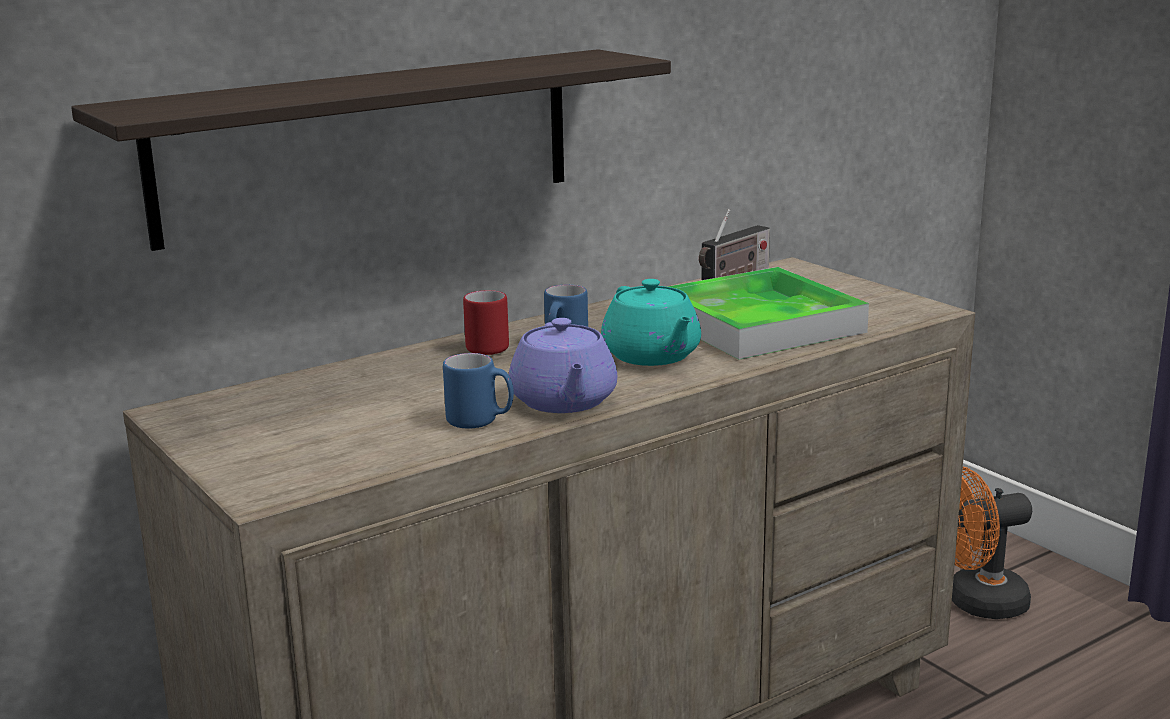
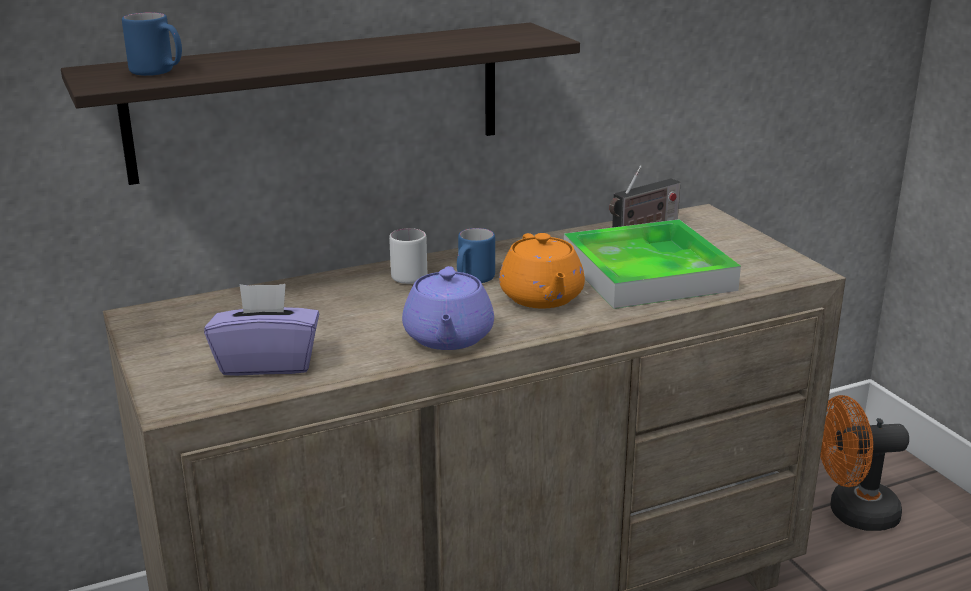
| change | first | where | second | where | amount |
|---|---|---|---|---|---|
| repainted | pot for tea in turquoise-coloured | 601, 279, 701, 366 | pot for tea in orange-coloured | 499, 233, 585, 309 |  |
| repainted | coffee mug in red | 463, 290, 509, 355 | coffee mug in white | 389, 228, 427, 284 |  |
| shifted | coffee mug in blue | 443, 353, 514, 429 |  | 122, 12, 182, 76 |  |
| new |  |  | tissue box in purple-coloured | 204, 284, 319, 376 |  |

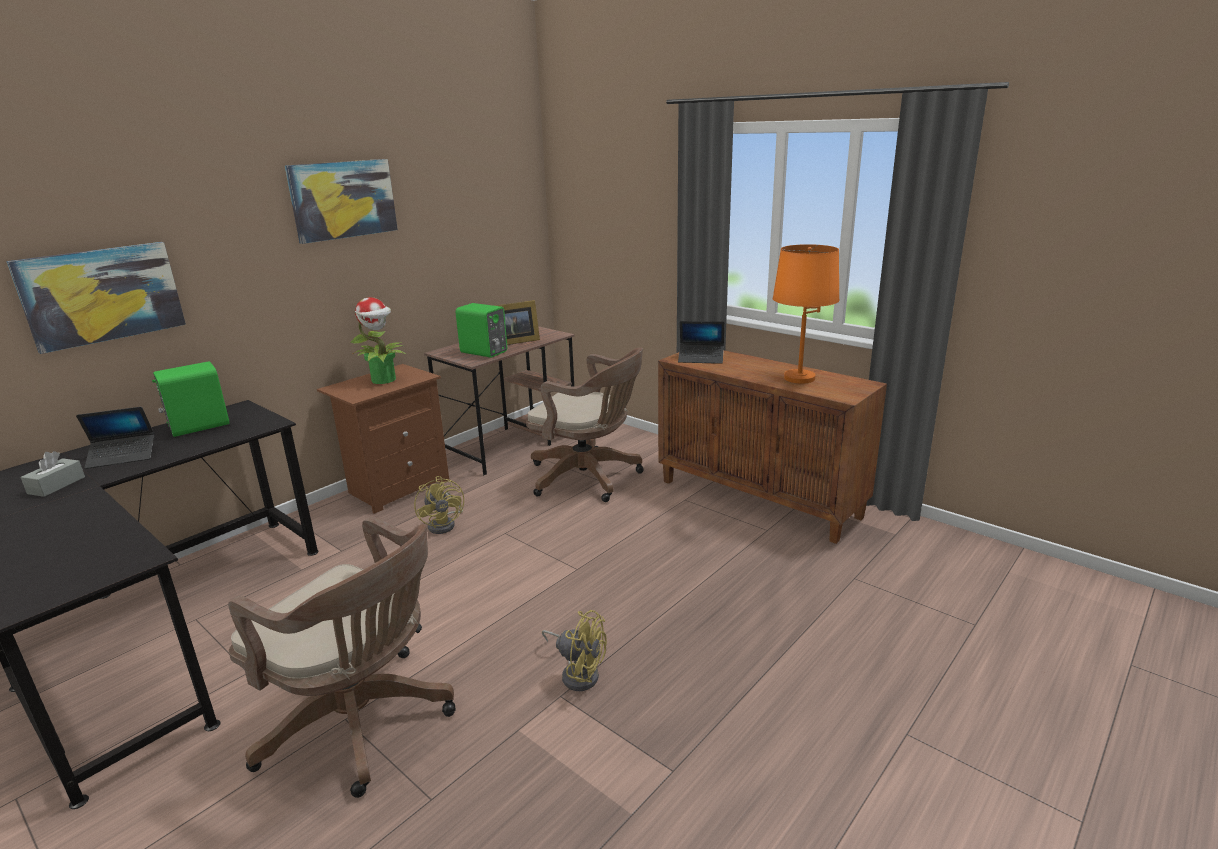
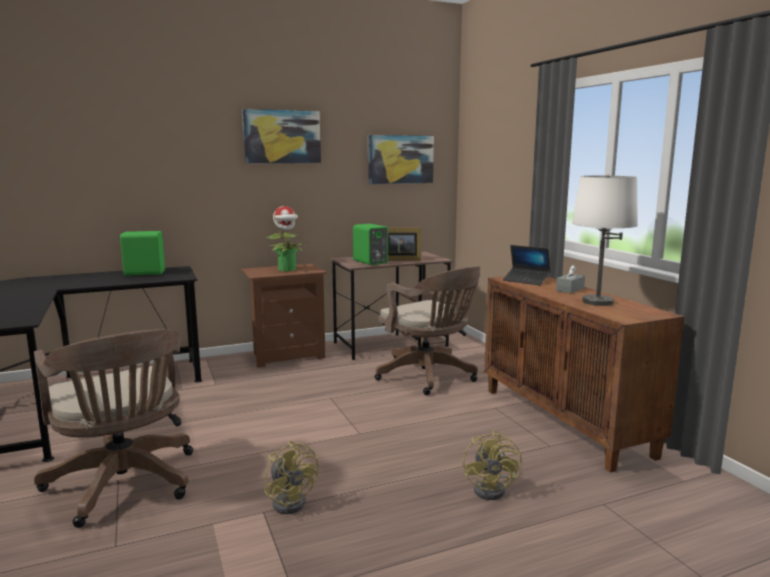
| change | first | where | second | where | amount |
|---|---|---|---|---|---|
| shifted | picture | 7, 242, 186, 354 |  | 368, 135, 434, 184 |  |
| repainted | lamp for a table in orange-coloured | 773, 244, 840, 384 | lamp for a table in white | 572, 175, 638, 306 |  |
| gone | notebook computer | 76, 407, 154, 469 |  |  |  |
| shifted | tissue box in grey | 20, 451, 85, 497 |  | 556, 264, 585, 293 |  |
| shifted | fan in yellowish | 414, 476, 464, 534 |  | 463, 430, 522, 500 |  |

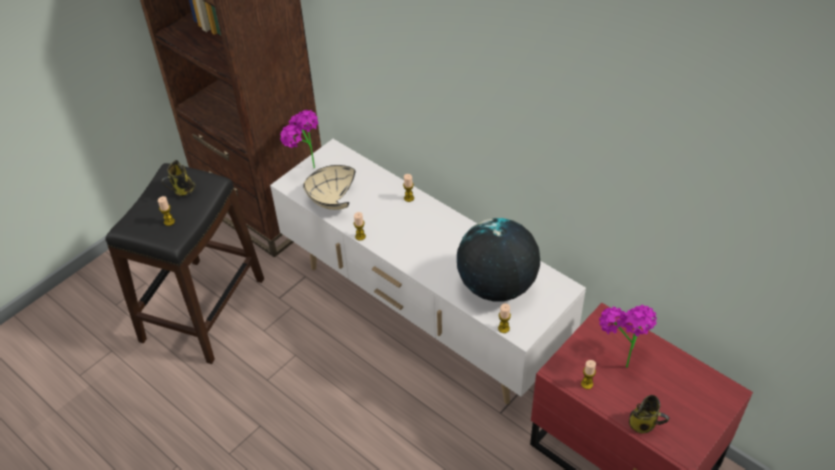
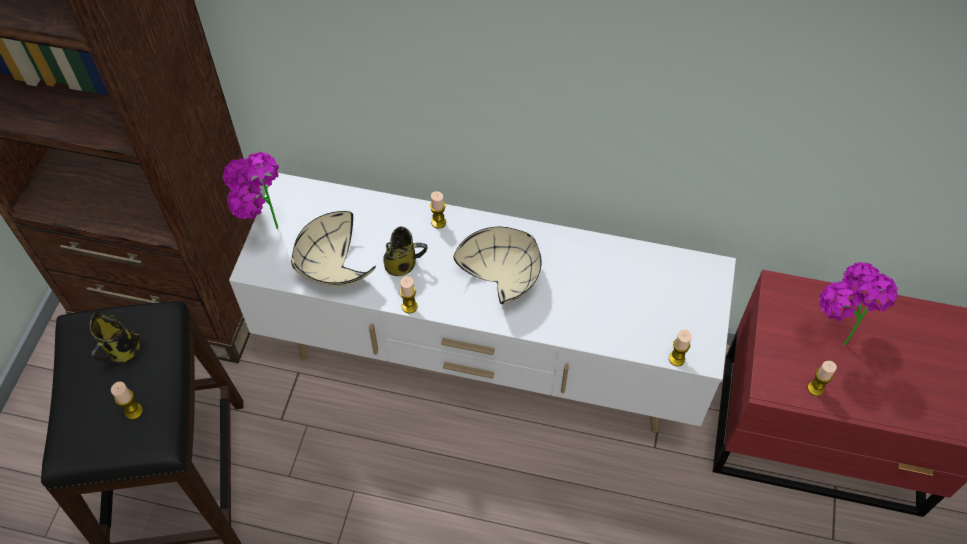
| change | first | where | second | where | amount |
|---|---|---|---|---|---|
| gone | desk globe | 457, 218, 540, 301 |  |  |  |
| shifted | coffee mug | 629, 395, 669, 434 |  | 383, 226, 427, 276 |  |
| new |  |  | bowl in sand-coloured | 454, 227, 542, 304 |  |

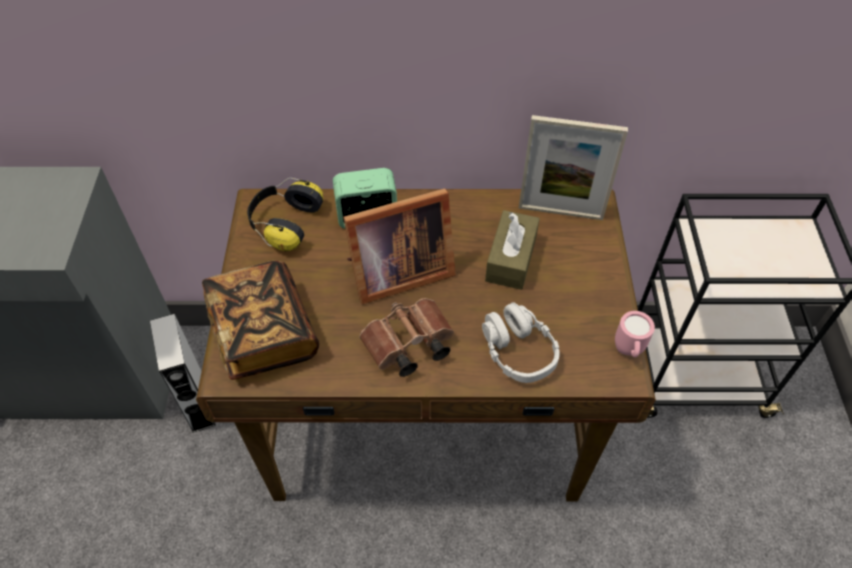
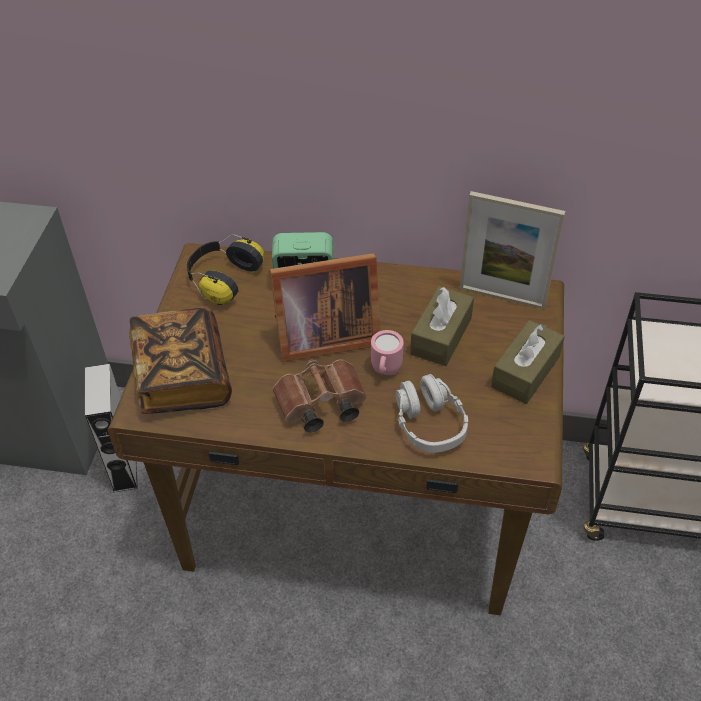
| change | first | where | second | where | amount |
|---|---|---|---|---|---|
| shifted | coffee mug in pink-coloured | 615, 311, 655, 358 |  | 371, 330, 404, 375 |  |
| new |  |  | tissue box in brown-coloured | 491, 320, 565, 404 |  |

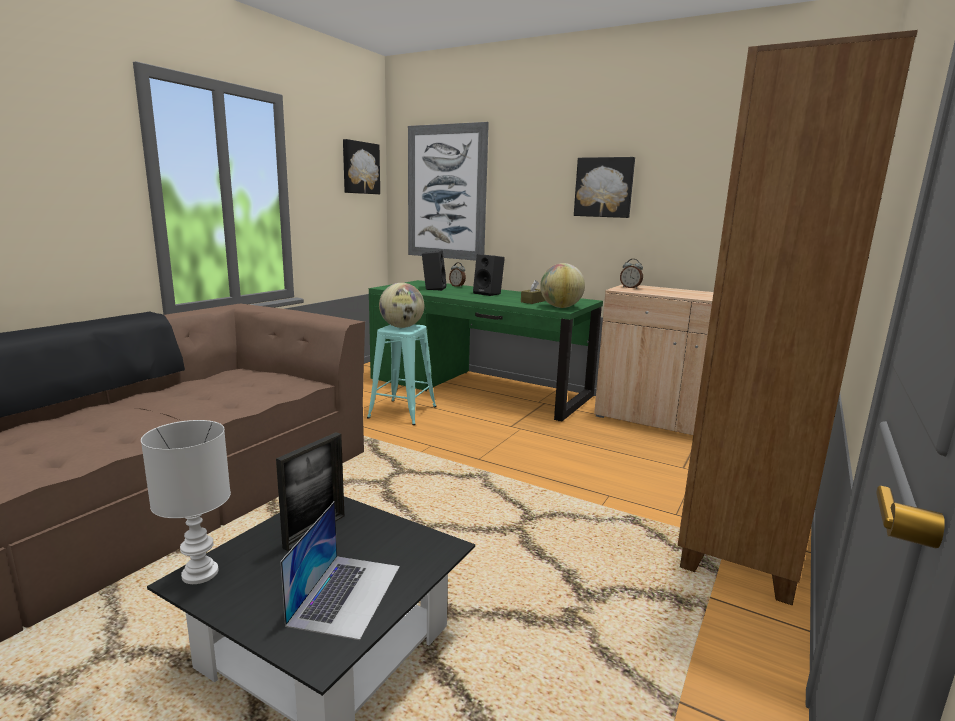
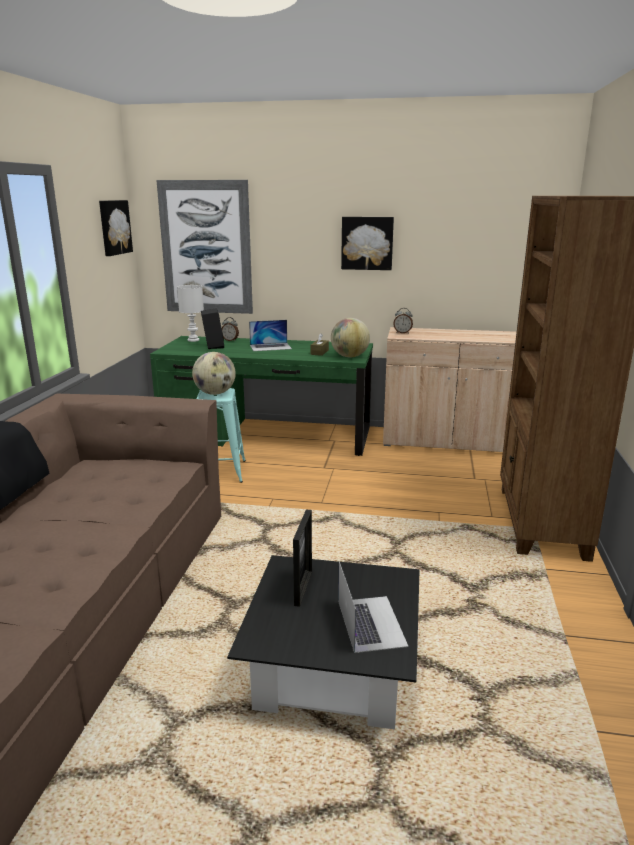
| change | first | where | second | where | amount |
|---|---|---|---|---|---|
| swapped | loudspeaker in black-coloured | 473, 254, 505, 296 | notebook computer | 249, 320, 292, 351 |  |
| shifted | lamp for a table in white | 141, 420, 231, 584 |  | 177, 285, 204, 342 |  |

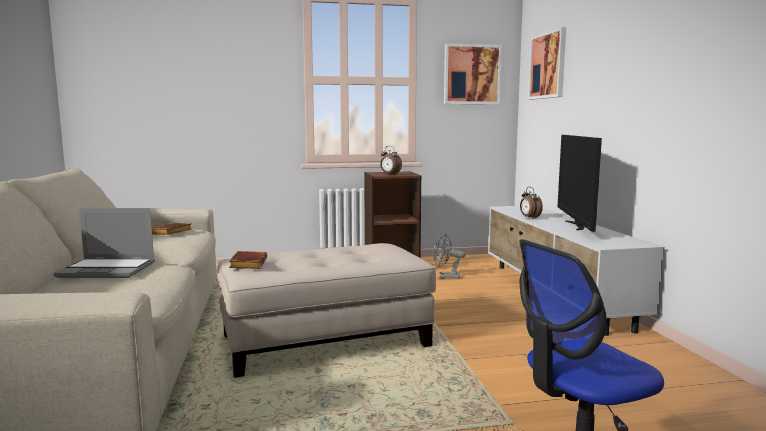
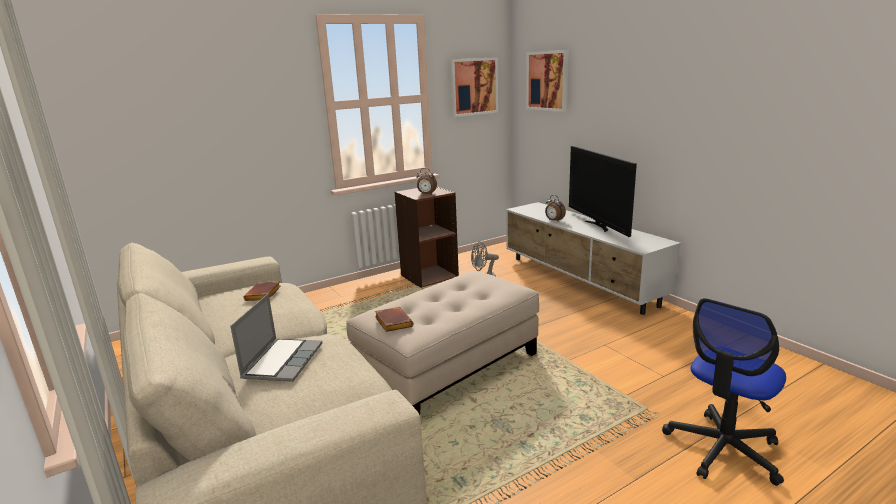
| change | first | where | second | where | amount |
|---|---|---|---|---|---|
| rotated | notebook computer | 53, 208, 155, 278 |  | 230, 294, 322, 382 | 60 degrees counterclockwise |

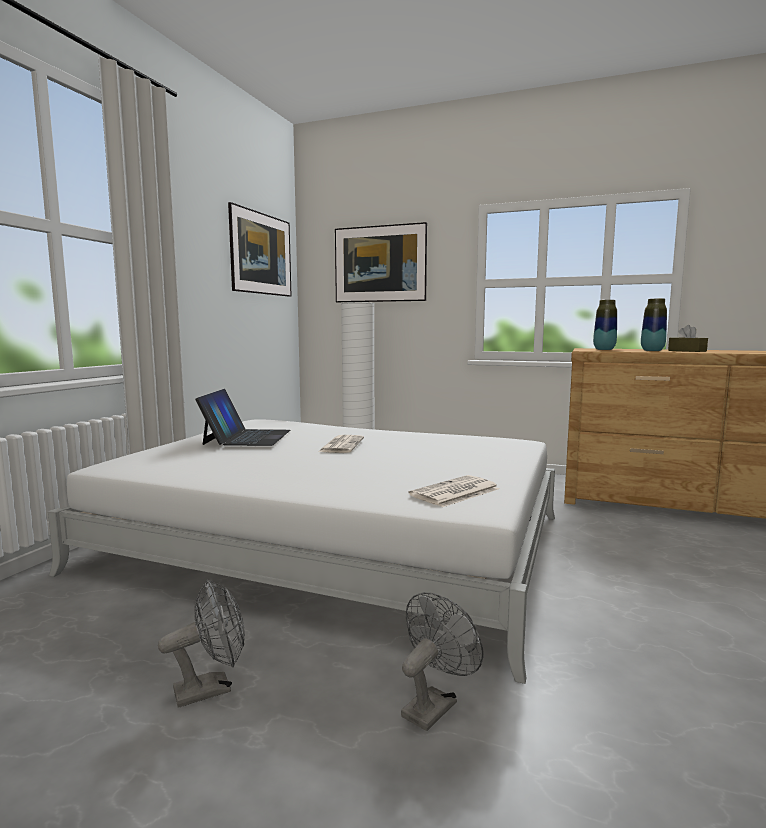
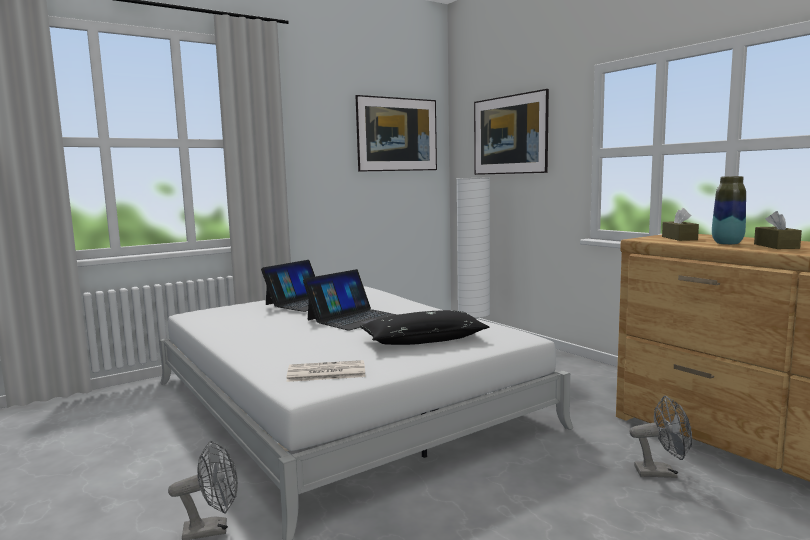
| change | first | where | second | where | amount |
|---|---|---|---|---|---|
| swapped | flower vase | 593, 300, 617, 350 | tissue box in brown-coloured | 662, 208, 699, 241 |  |
| swapped | printed paper | 318, 435, 364, 453 | notebook computer | 303, 269, 397, 331 |  |
| shifted | fan in grey | 158, 579, 245, 708 |  | 630, 396, 692, 478 |  |
| new |  |  | throw pillow in black-coloured | 360, 310, 489, 345 |  |

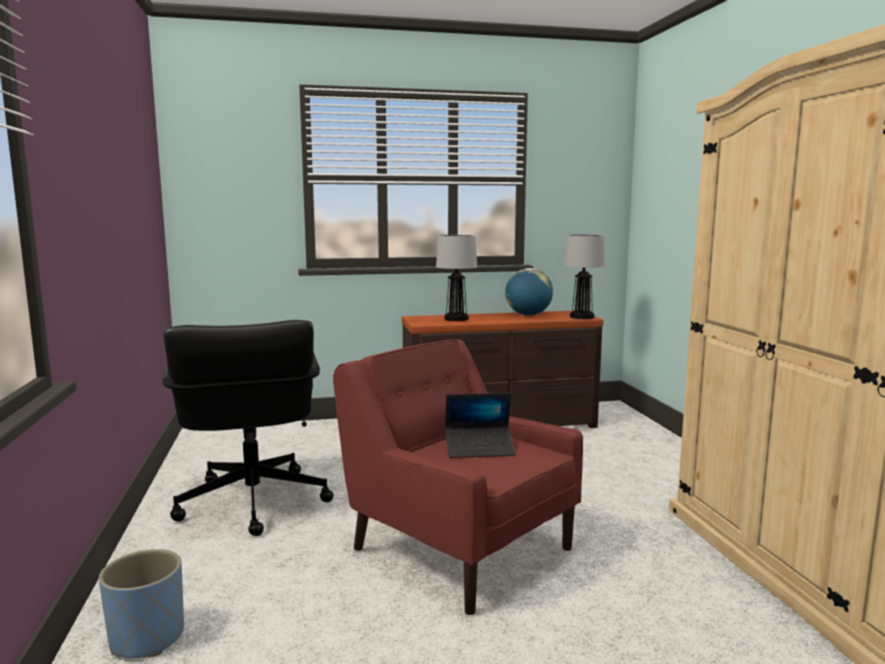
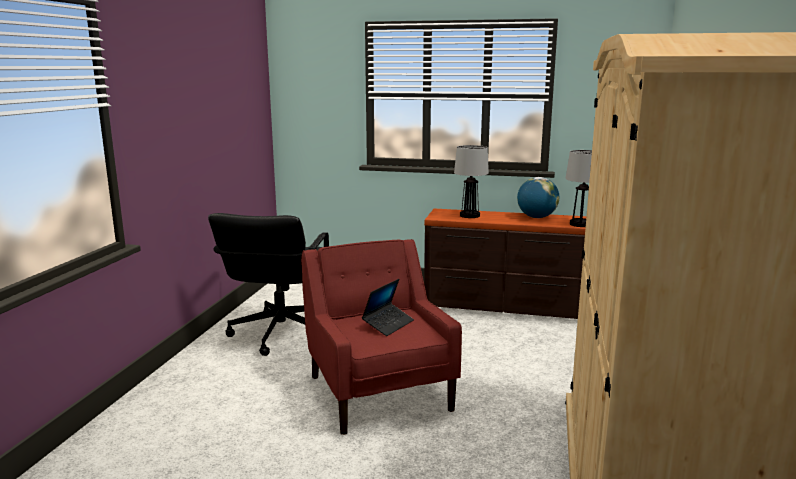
| change | first | where | second | where | amount |
|---|---|---|---|---|---|
| rotated | notebook computer | 445, 393, 515, 458 |  | 362, 279, 414, 336 | 75 degrees counterclockwise |
| gone | planter in blue | 99, 549, 184, 658 |  |  |  |

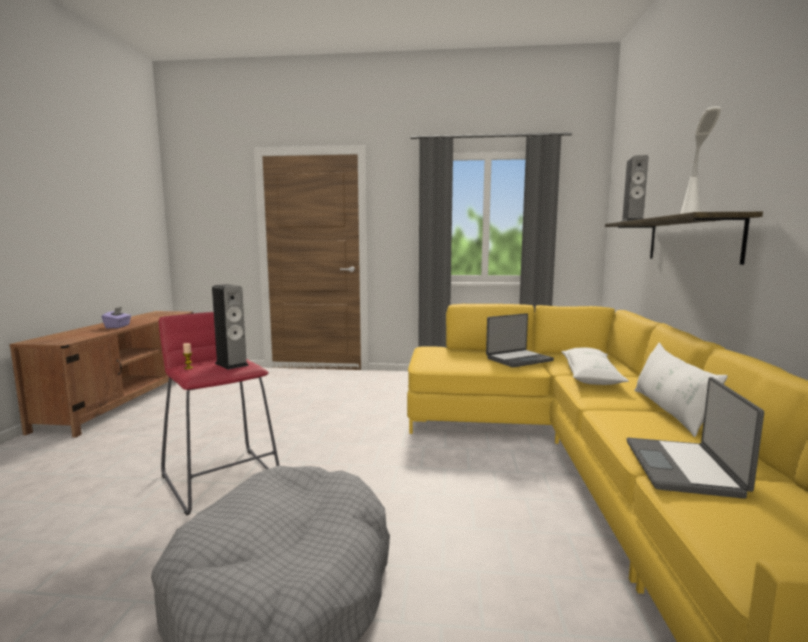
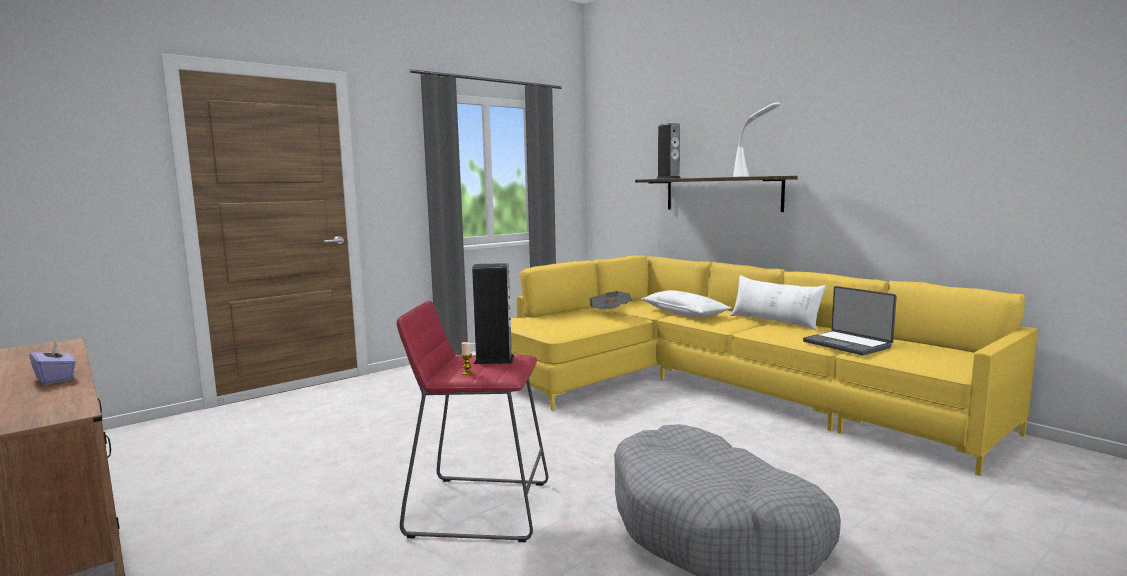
| change | first | where | second | where | amount |
|---|---|---|---|---|---|
| swapped | notebook computer | 486, 313, 554, 368 | printed paper | 589, 291, 632, 309 |  |

